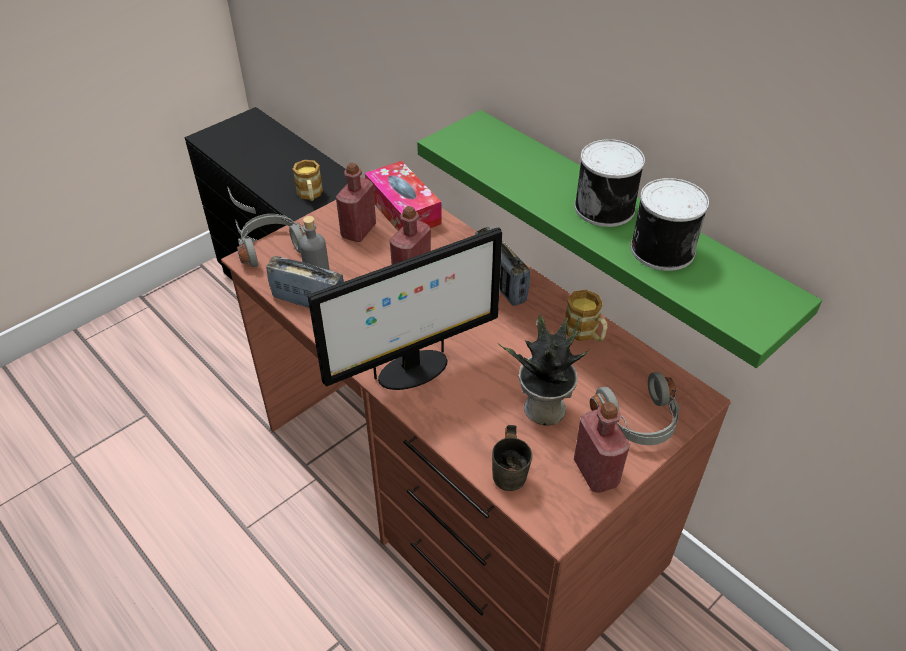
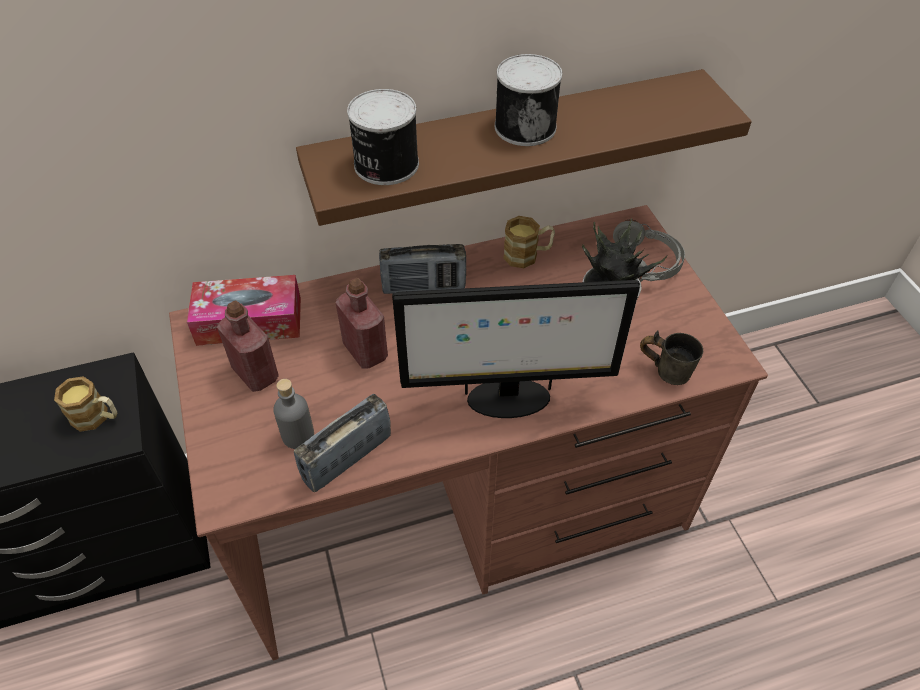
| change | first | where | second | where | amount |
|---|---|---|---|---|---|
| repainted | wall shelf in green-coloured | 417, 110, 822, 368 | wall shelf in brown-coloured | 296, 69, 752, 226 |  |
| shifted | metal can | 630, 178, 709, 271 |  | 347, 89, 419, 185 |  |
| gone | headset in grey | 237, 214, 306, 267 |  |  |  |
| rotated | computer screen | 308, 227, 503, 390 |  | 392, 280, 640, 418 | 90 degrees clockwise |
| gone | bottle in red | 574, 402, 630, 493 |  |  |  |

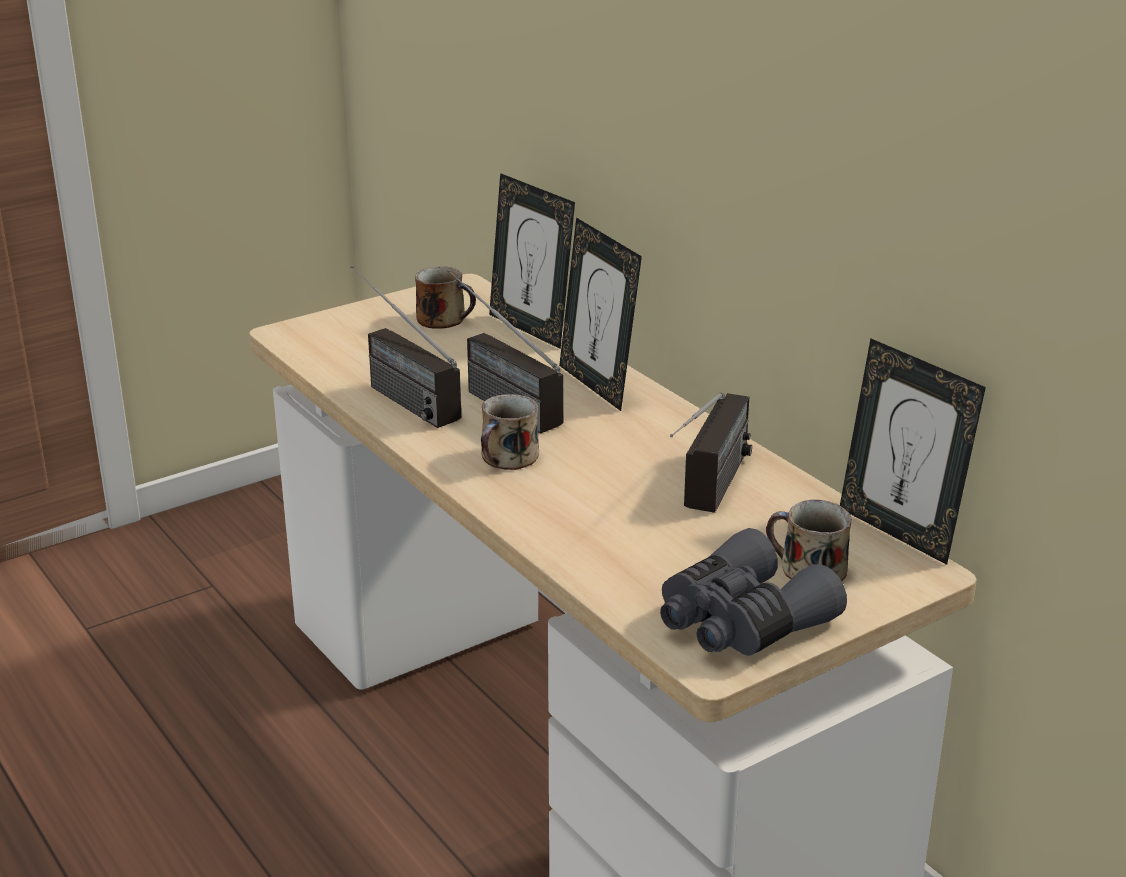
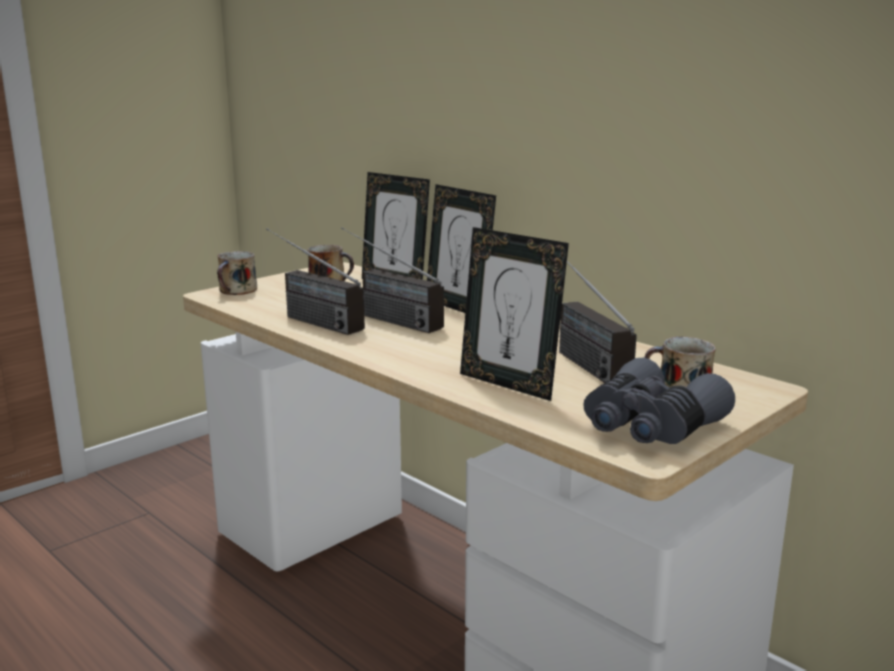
| change | first | where | second | where | amount |
|---|---|---|---|---|---|
| shifted | standing frame | 840, 338, 986, 565 |  | 460, 227, 569, 401 |  |
| rotated | radio set | 670, 392, 752, 513 |  | 559, 261, 637, 383 | 150 degrees clockwise |
| shifted | coffee mug | 481, 394, 539, 470 |  | 217, 251, 257, 295 |  |

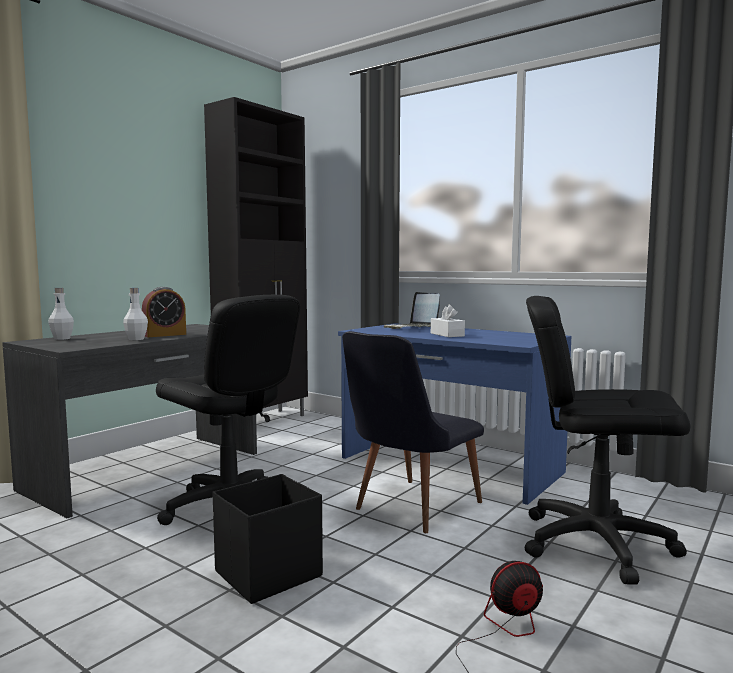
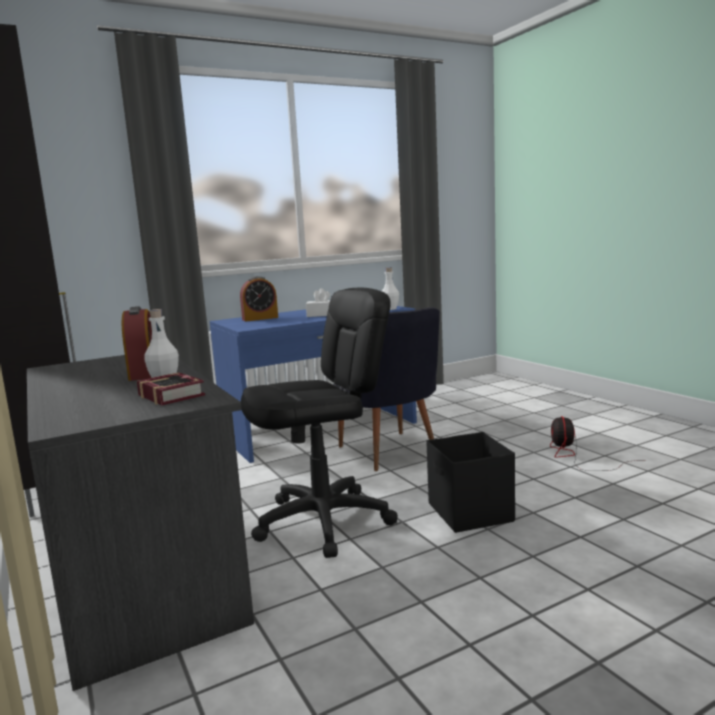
| change | first | where | second | where | amount |
|---|---|---|---|---|---|
| shifted | bottle in white | 48, 288, 74, 340 |  | 382, 267, 399, 310 |  |
| swapped | notebook computer | 383, 292, 440, 329 | table clock | 240, 276, 278, 321 |  |
| gone | computer chair in black-coloured | 525, 296, 690, 585 |  |  |  |
| new |  |  | book | 137, 372, 205, 405 |  |

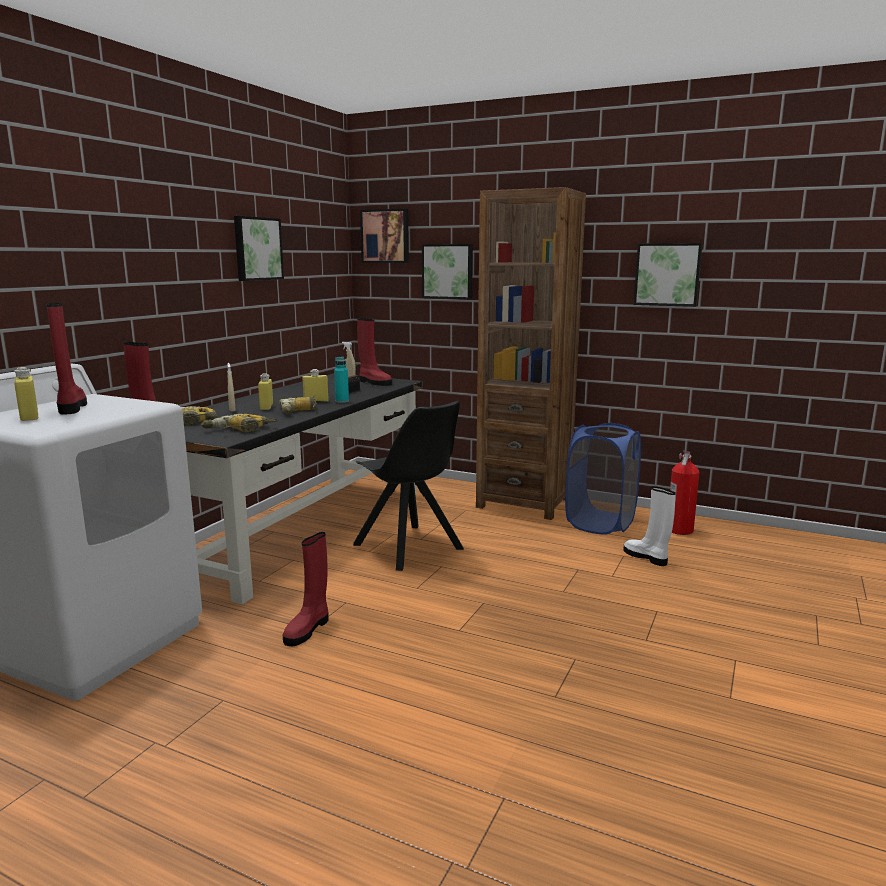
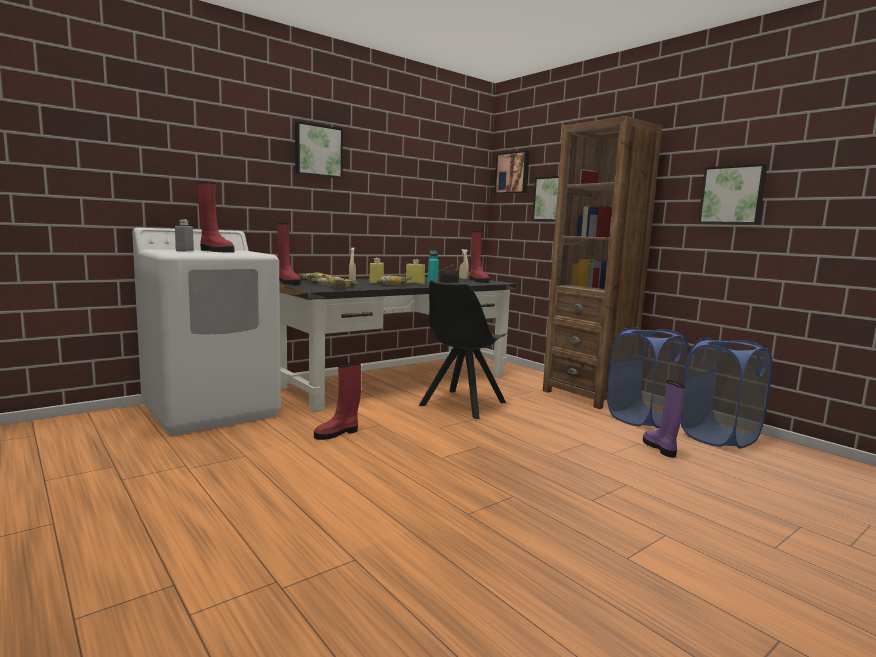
| change | first | where | second | where | amount |
|---|---|---|---|---|---|
| shifted | picture | 234, 216, 284, 281 |  | 295, 121, 343, 179 |  |
| rotated | high-top boot in red | 46, 303, 87, 414 |  | 198, 182, 234, 253 | 120 degrees clockwise |
| repainted | bottle in yellowish | 14, 367, 38, 421 | bottle in grey | 175, 219, 194, 252 |  |
| rotated | plain chair in black-coloured | 353, 401, 464, 571 |  | 419, 280, 506, 419 | 45 degrees clockwise |
| swapped | fire extinguisher | 670, 451, 700, 535 | washing basket in blue | 681, 338, 773, 449 |  |
| repainted | high-top boot in white | 623, 486, 676, 566 | high-top boot in purple-coloured | 643, 380, 685, 458 |  |

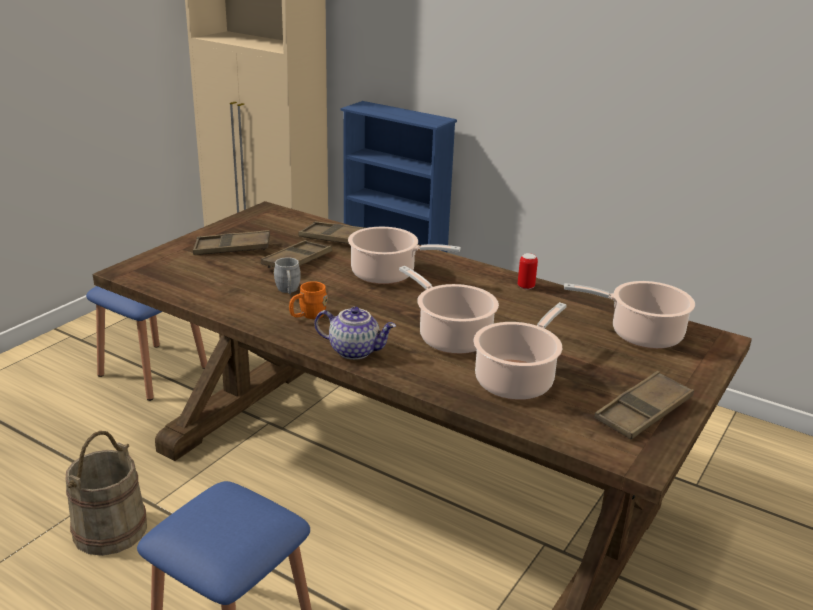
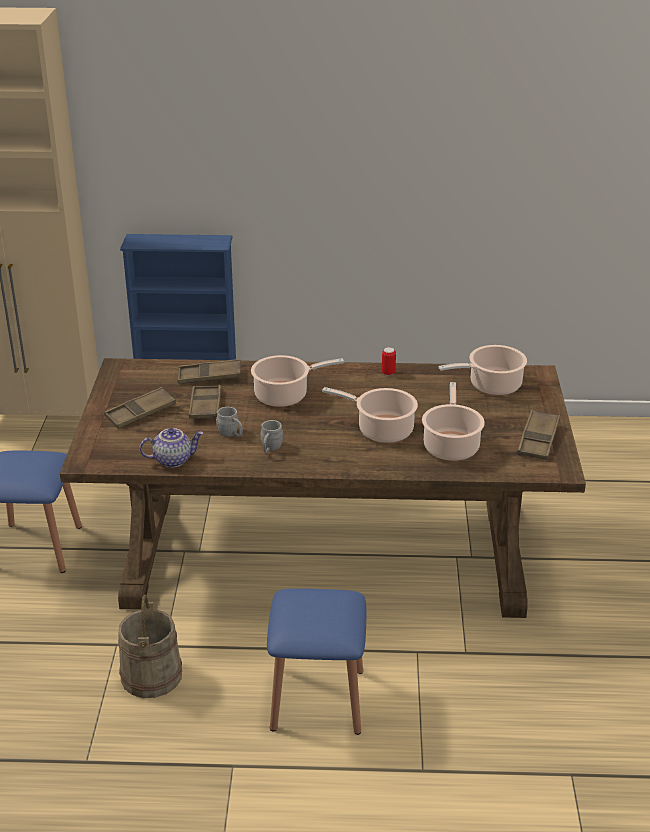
| change | first | where | second | where | amount |
|---|---|---|---|---|---|
| repainted | coffee mug in orange-coloured | 289, 281, 328, 319 | coffee mug in grey | 261, 420, 283, 453 |  |
| shifted | pot for tea | 314, 307, 396, 360 |  | 139, 428, 203, 468 |  |

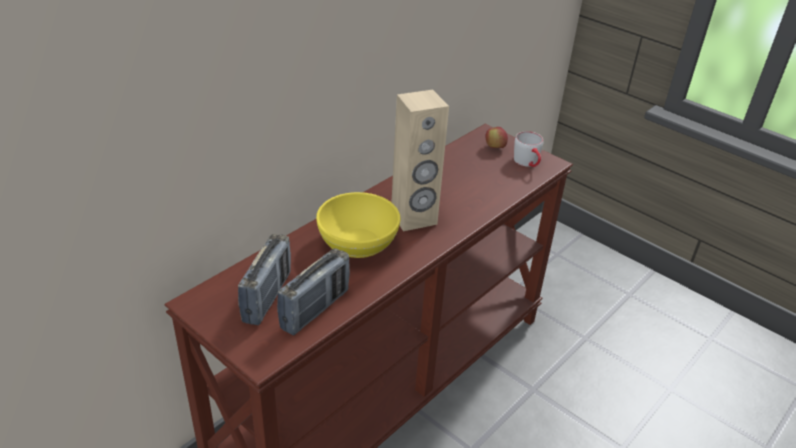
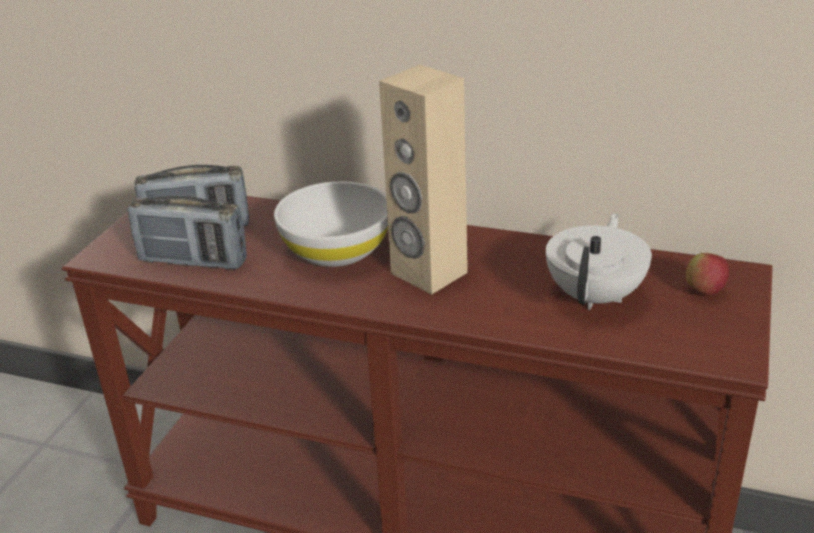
| change | first | where | second | where | amount |
|---|---|---|---|---|---|
| gone | coffee mug in grey | 514, 131, 543, 167 |  |  |  |
| repainted | bowl in yellowish | 316, 192, 400, 258 | bowl in white | 274, 181, 388, 267 |  |
| new |  |  | pot for tea in white | 546, 213, 652, 310 |  |

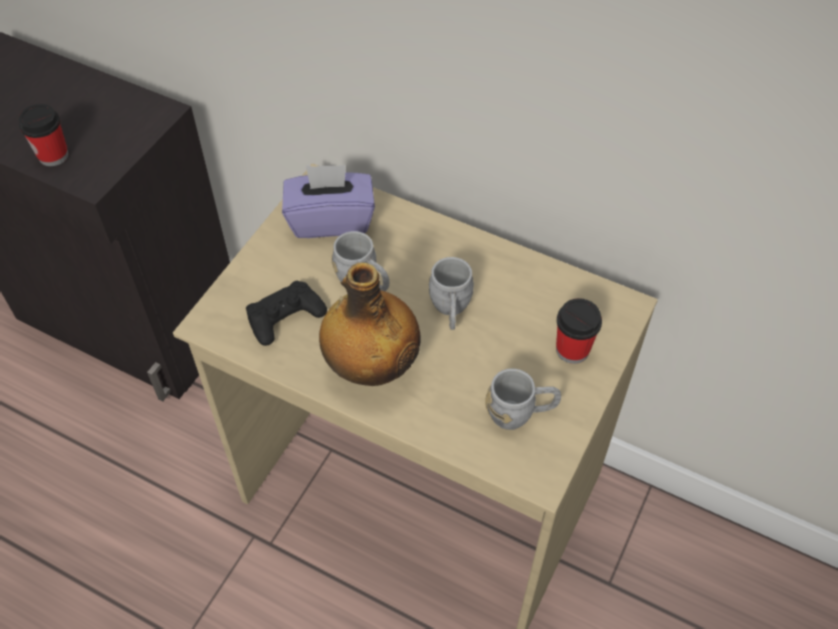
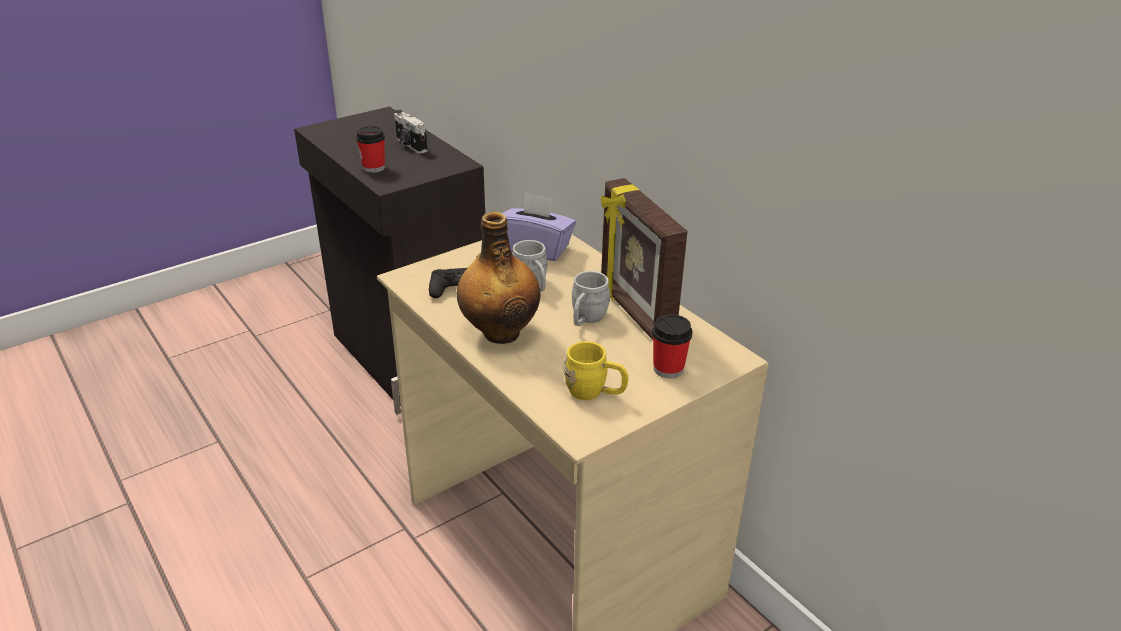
| change | first | where | second | where | amount |
|---|---|---|---|---|---|
| repainted | coffee mug in grey | 485, 368, 561, 430 | coffee mug in yellowish | 564, 341, 628, 400 |  |
| new |  |  | photo camera | 394, 109, 428, 154 |  |
| new |  |  | standing frame | 601, 178, 687, 340 |  |

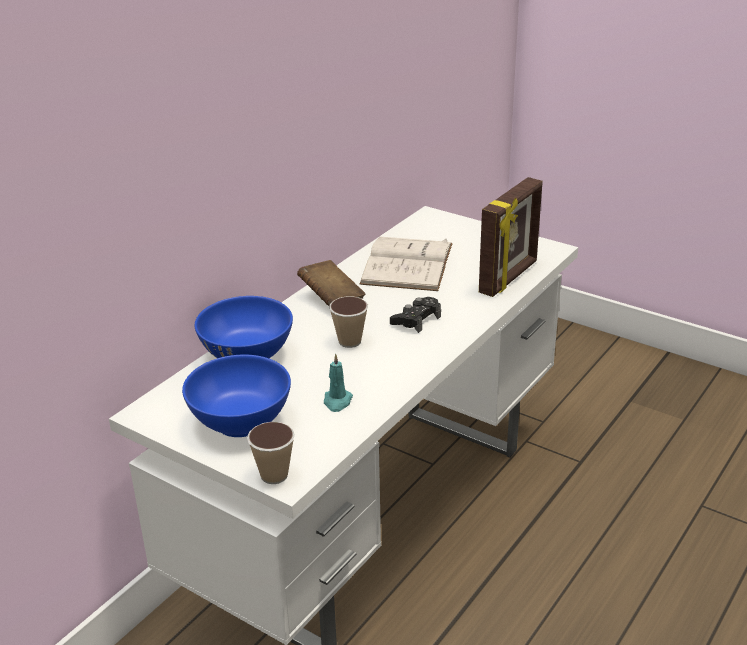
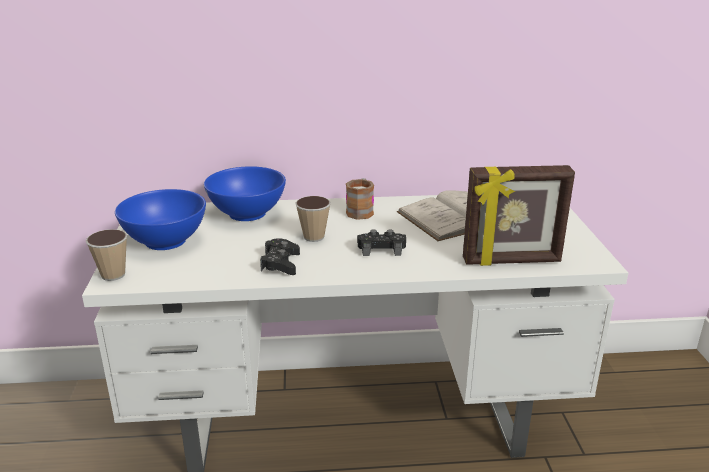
| change | first | where | second | where | amount |
|---|---|---|---|---|---|
| swapped | book in brown-coloured | 297, 260, 366, 306 | coffee mug | 346, 178, 374, 220 |  |
| gone | wax candle in turquoise-coloured | 324, 353, 353, 412 |  |  |  |
| new |  |  | gamepad in black-coloured | 260, 238, 300, 275 |  |

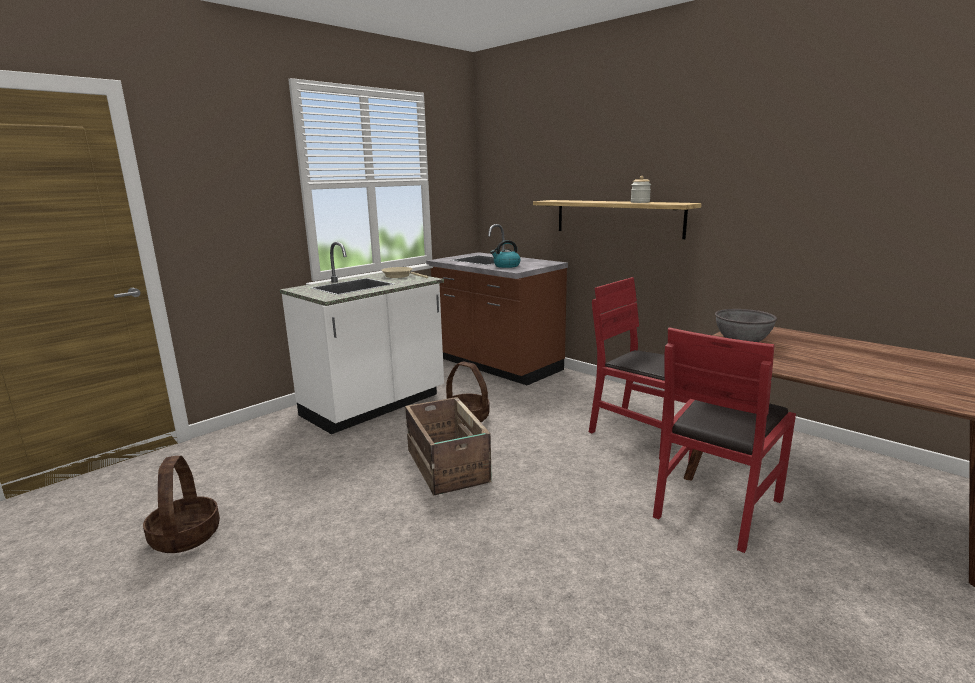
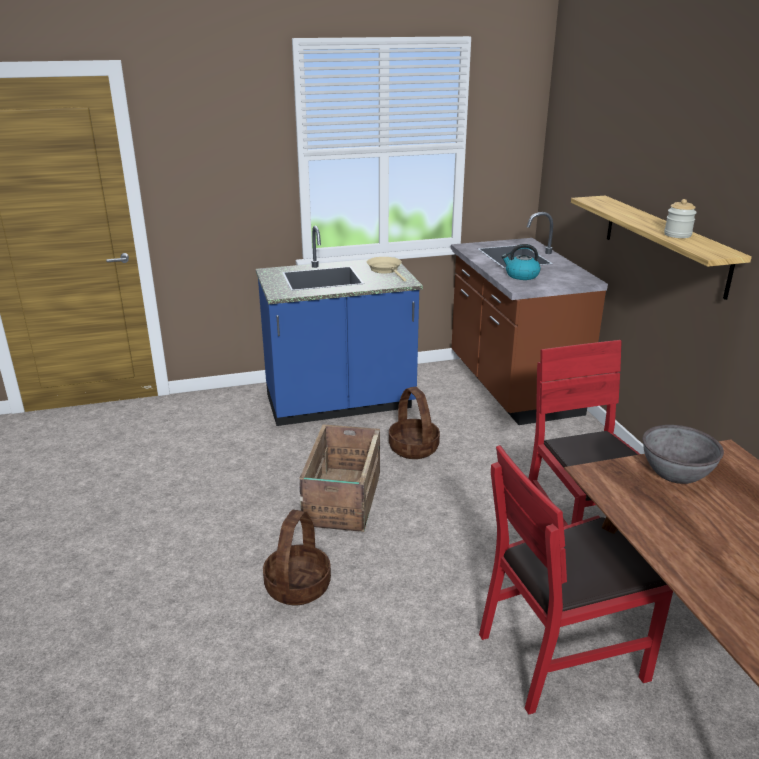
| change | first | where | second | where | amount |
|---|---|---|---|---|---|
| repainted | kitchen counter in white | 280, 241, 444, 434 | kitchen counter in blue | 256, 226, 423, 426 |  |
| shifted | household basket | 143, 456, 220, 553 |  | 263, 510, 331, 605 |  |

